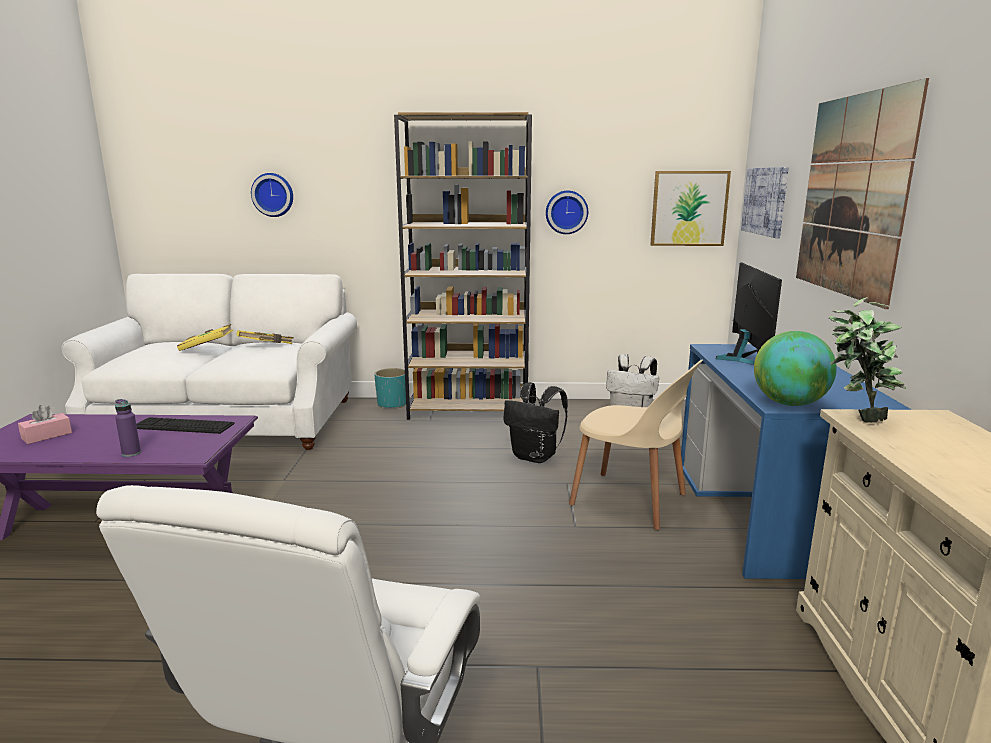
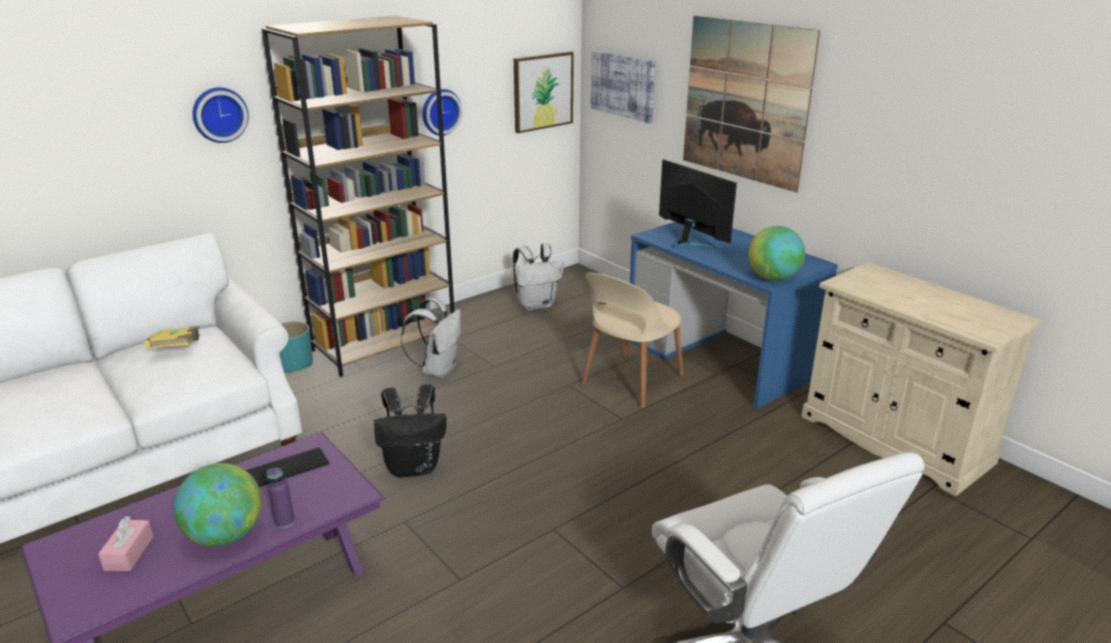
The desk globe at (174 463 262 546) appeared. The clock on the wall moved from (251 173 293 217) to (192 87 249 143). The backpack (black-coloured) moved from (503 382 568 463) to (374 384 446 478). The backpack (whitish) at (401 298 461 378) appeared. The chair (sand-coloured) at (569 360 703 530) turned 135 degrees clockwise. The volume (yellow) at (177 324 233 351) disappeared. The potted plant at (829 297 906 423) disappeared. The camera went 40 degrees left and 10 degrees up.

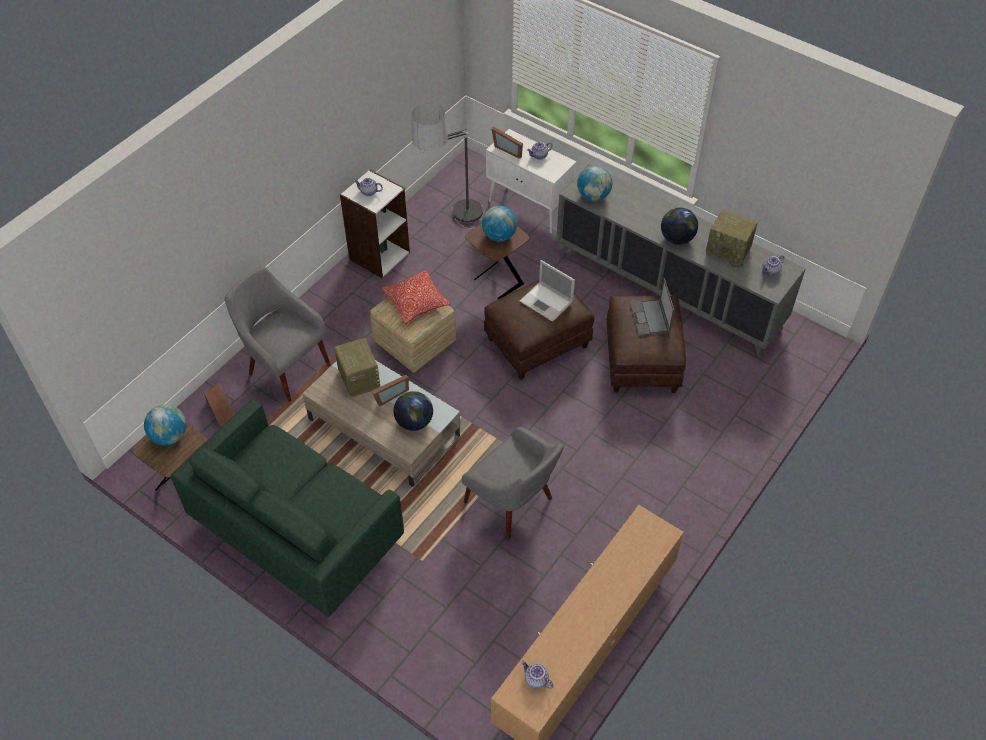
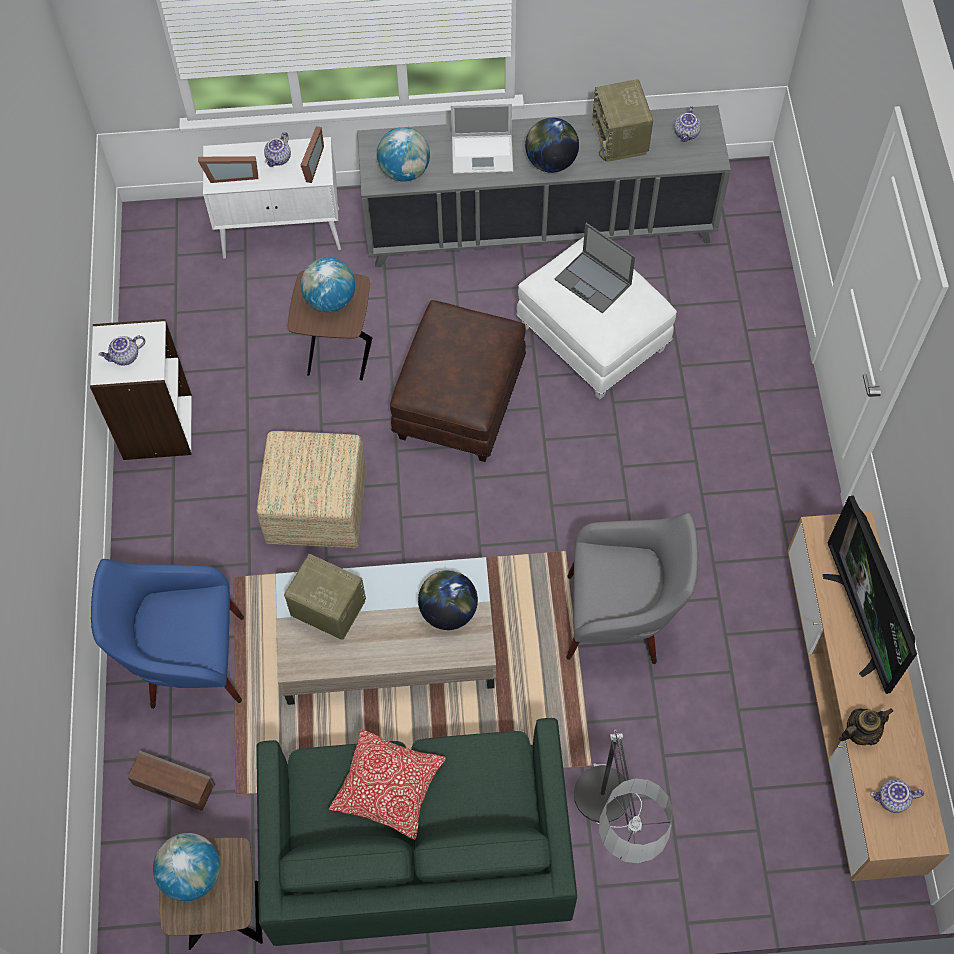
The easy chair (greyish) at (225 267 331 402) became the easy chair (blue) at (91 559 244 709). The picture frame moved from (371 375 409 406) to (301 126 324 183). The pillow moved from (381 270 450 324) to (328 729 446 840). The laptop moved from (520 260 575 322) to (451 102 513 174). The pouffe (brown) at (606 295 686 393) became the pouffe (whitish) at (516 237 677 399). The standard lamp moved from (412 103 483 229) to (574 729 673 863). The radio receiver at (706 210 758 267) turned 90 degrees clockwise. The TV at (823 495 917 694) appeared. The teapot at (839 708 893 745) appeared. The camera went 40 degrees left and 10 degrees up.

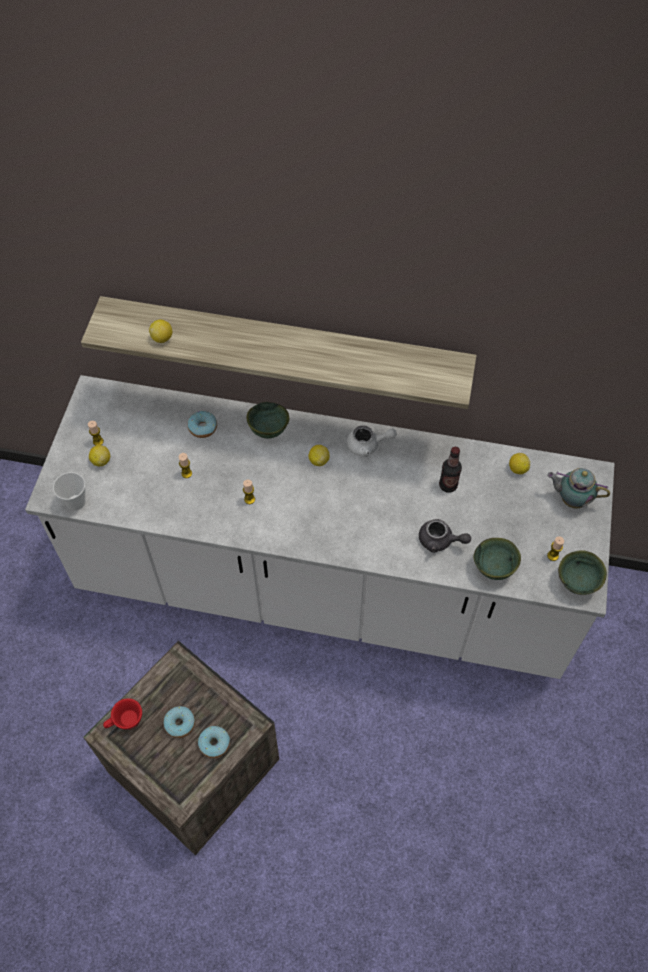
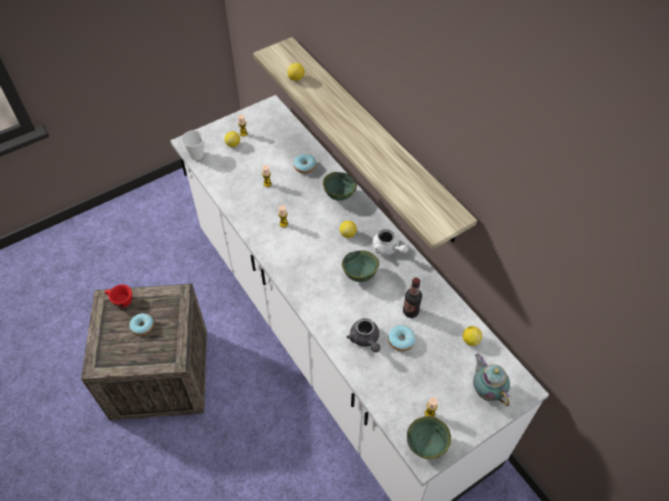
The deep dish (green-coloured) moved from (474 538 521 580) to (342 250 379 282). The donut moved from (198 726 230 758) to (388 325 416 351). The camera went 45 degrees right and 5 degrees down.

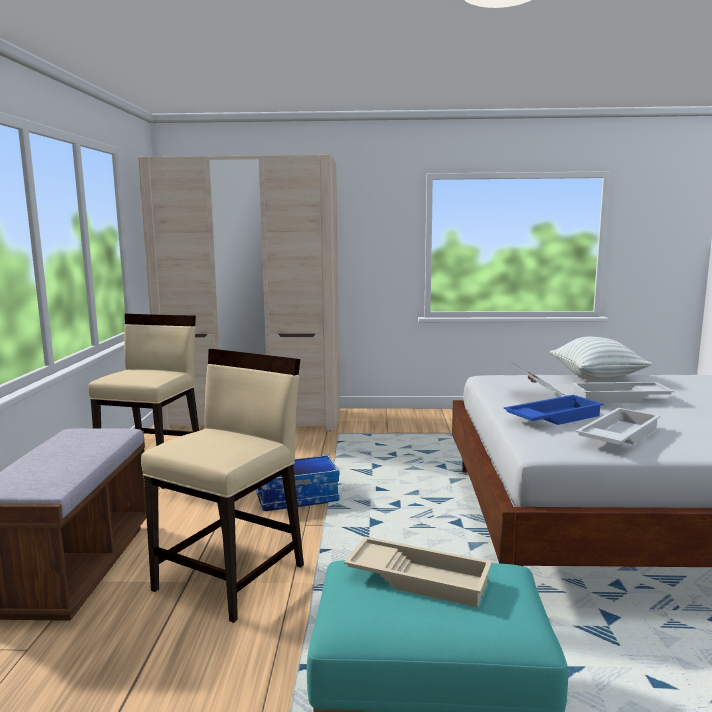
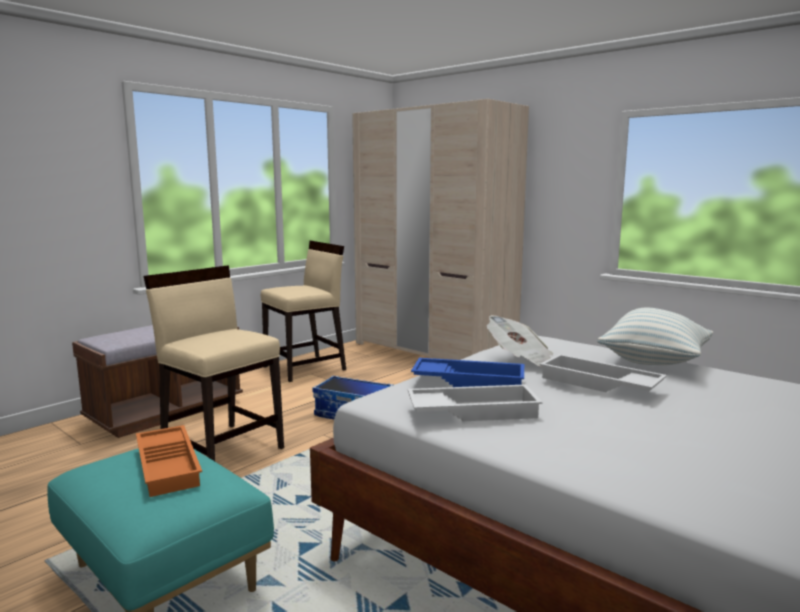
The serving tray (sand-coloured) at (344 537 492 607) became the serving tray (orange-coloured) at (136 425 202 497). The chair (sand-coloured) at (141 349 304 623) turned 120 degrees counterclockwise. The camera went 40 degrees right and 0 degrees up.

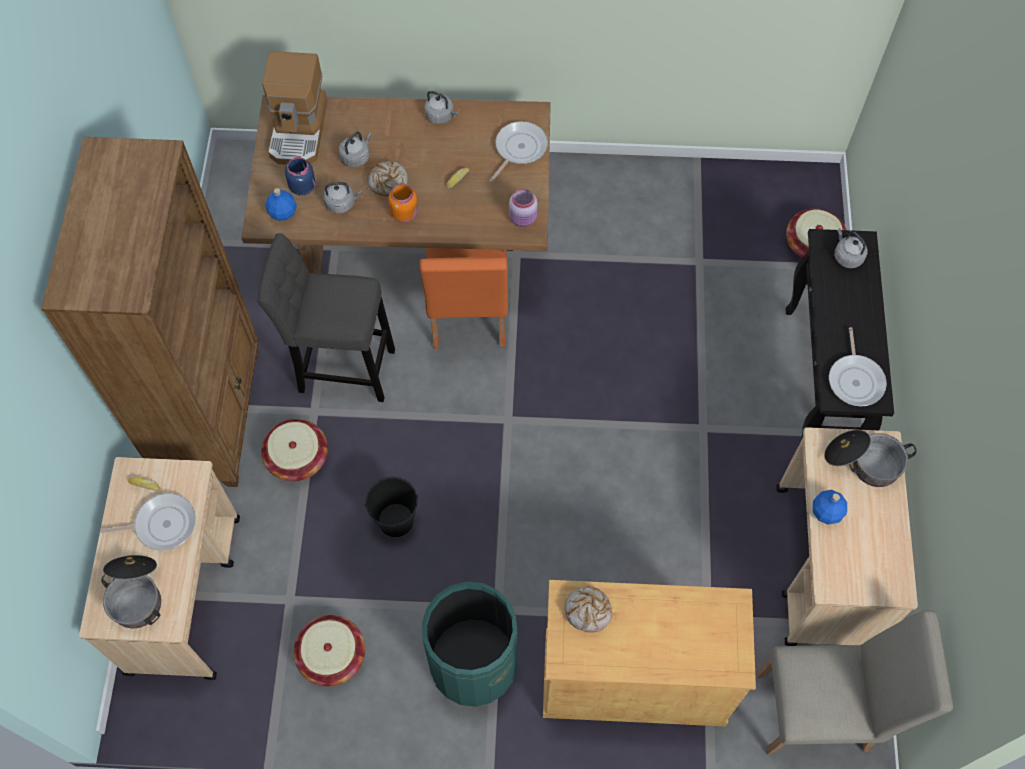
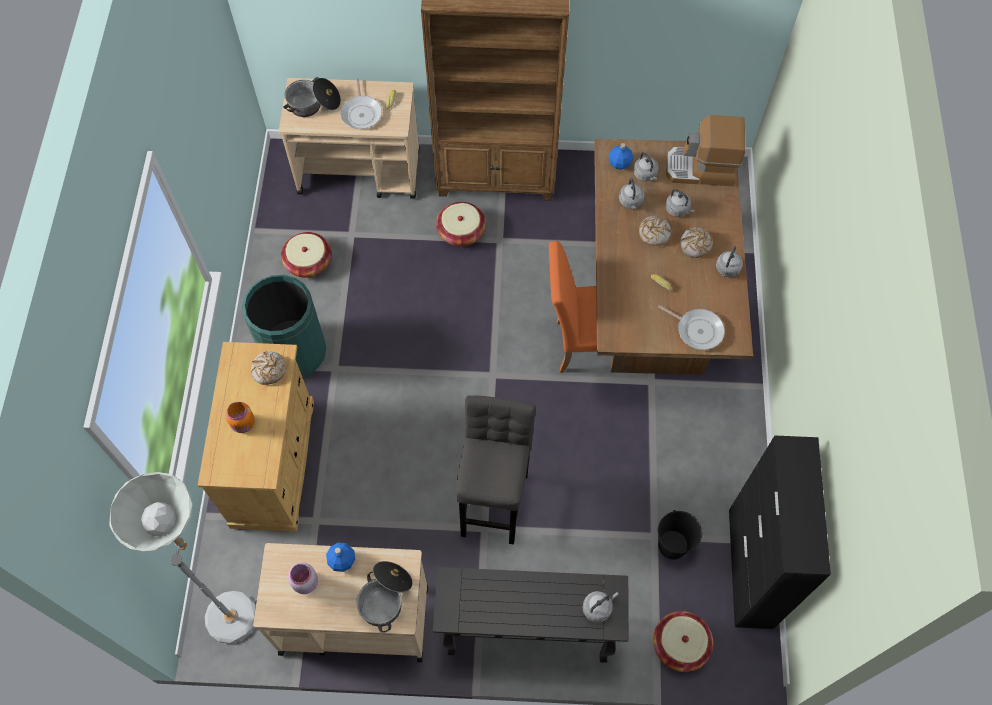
The chair (sand-coloured) at (758 610 953 755) was replaced by the standard lamp (greyish) at (109 472 256 644). The jar (orange-coloured) moved from (388 184 418 222) to (225 402 255 433). The jar (pinkish) moved from (509 188 538 227) to (288 562 318 594). The sitting stool (greyish) moved from (257 233 395 402) to (456 395 536 544). The jar (blue) at (285 157 316 196) was replaced by the water kettle (greyish) at (633 152 658 182). The water bucket (black-coloured) moved from (365 477 418 537) to (658 510 702 560). The bakery bread at (680 227 713 258) appeared. The storage cabinet (black-coloured) at (729 435 831 629) appeared. The frying pan at (829 327 887 406) disappeared. The camera went 90 degrees right and 0 degrees up.

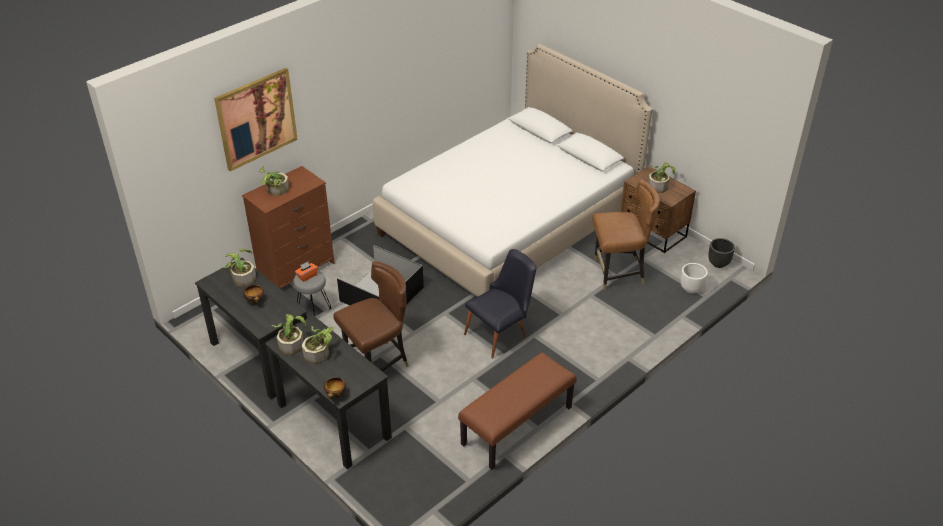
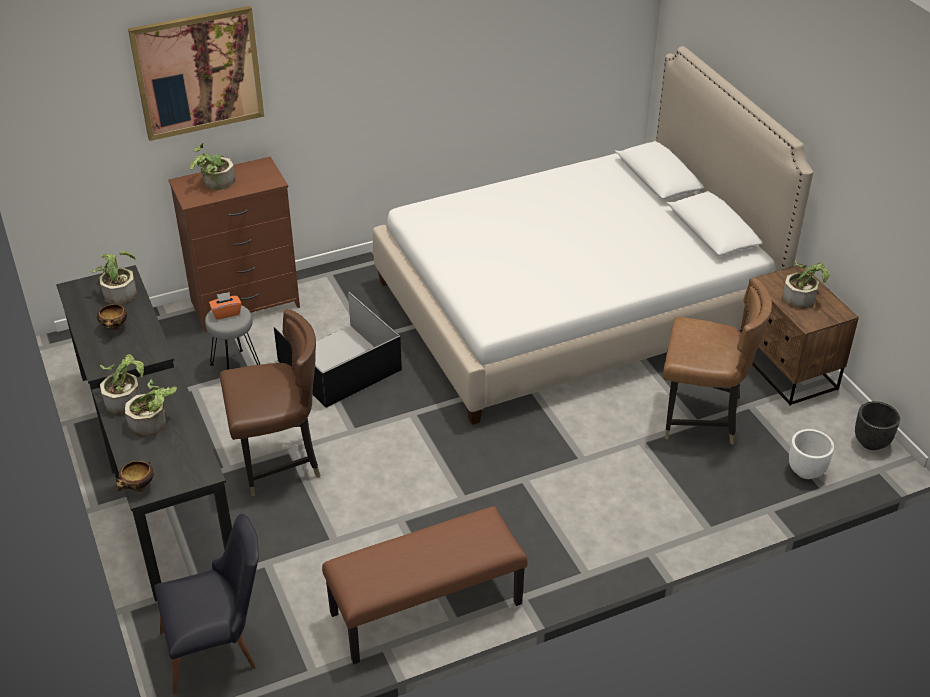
The chair (black-coloured) moved from (464 249 536 358) to (154 514 259 694). The camera went 20 degrees right and 0 degrees up.

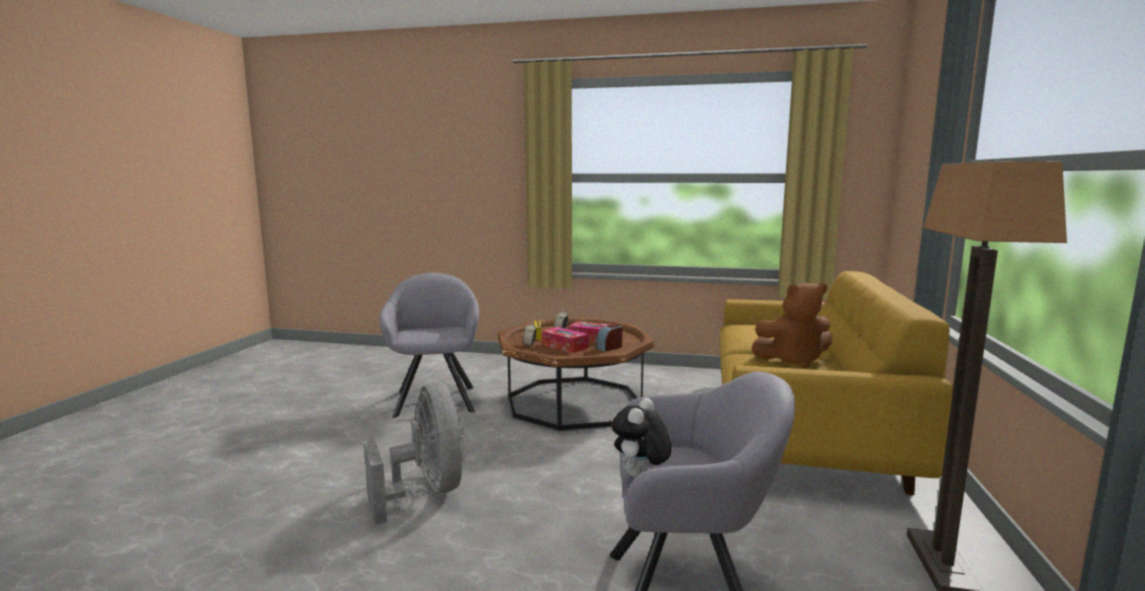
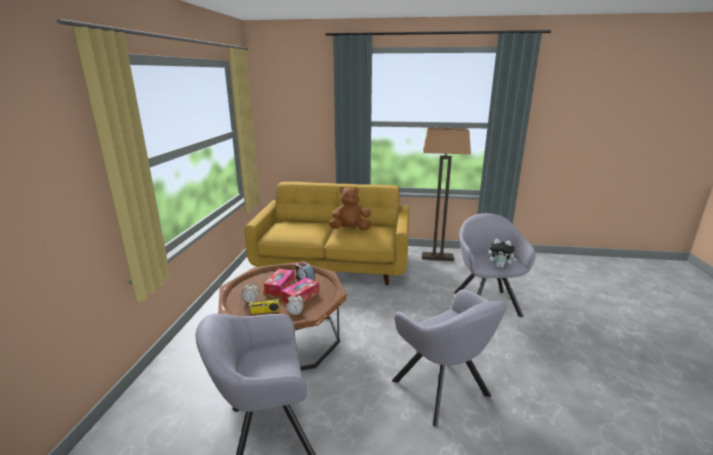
The plush toy (brown) at (751 283 833 368) turned 90 degrees counterclockwise. The fan (greyish) at (364 382 465 524) was replaced by the easy chair (greyish) at (392 289 507 427). The camera went 95 degrees left and 10 degrees up.

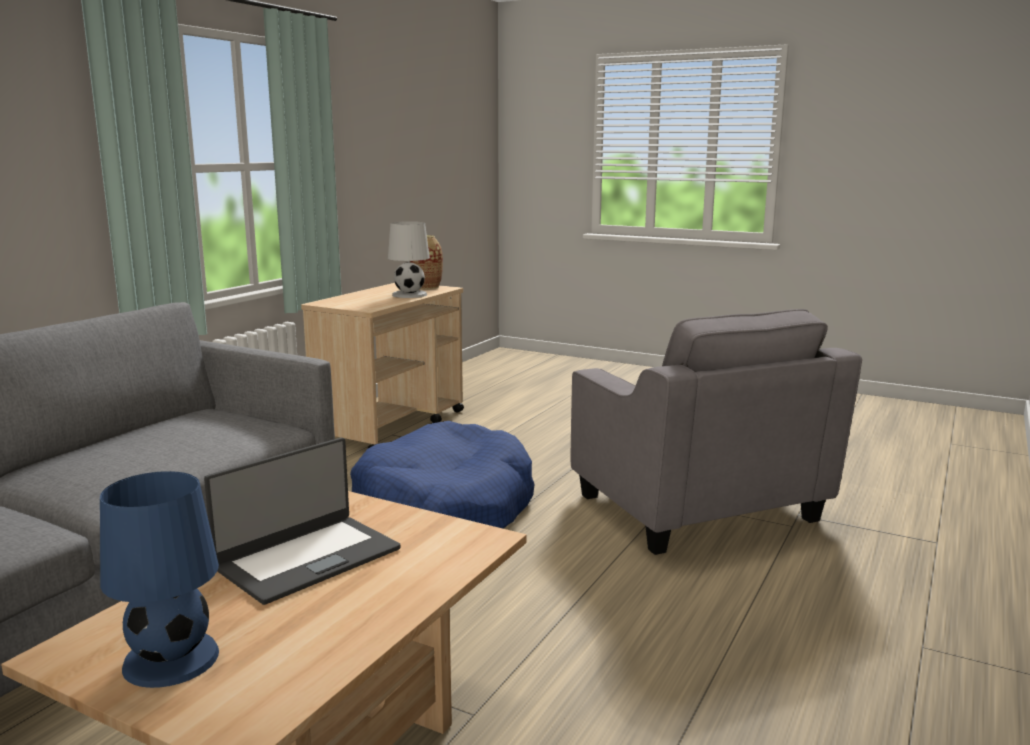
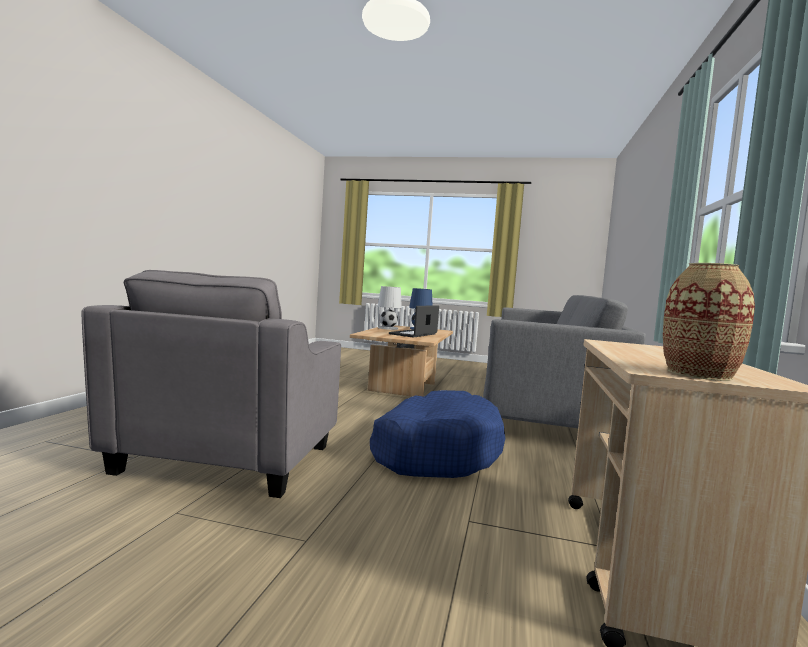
The easy chair (greyish) at (571 309 862 555) turned 135 degrees counterclockwise. The tabletop lamp (whitish) moved from (388 221 430 298) to (378 286 402 330). The camera went 165 degrees right and 10 degrees down.

